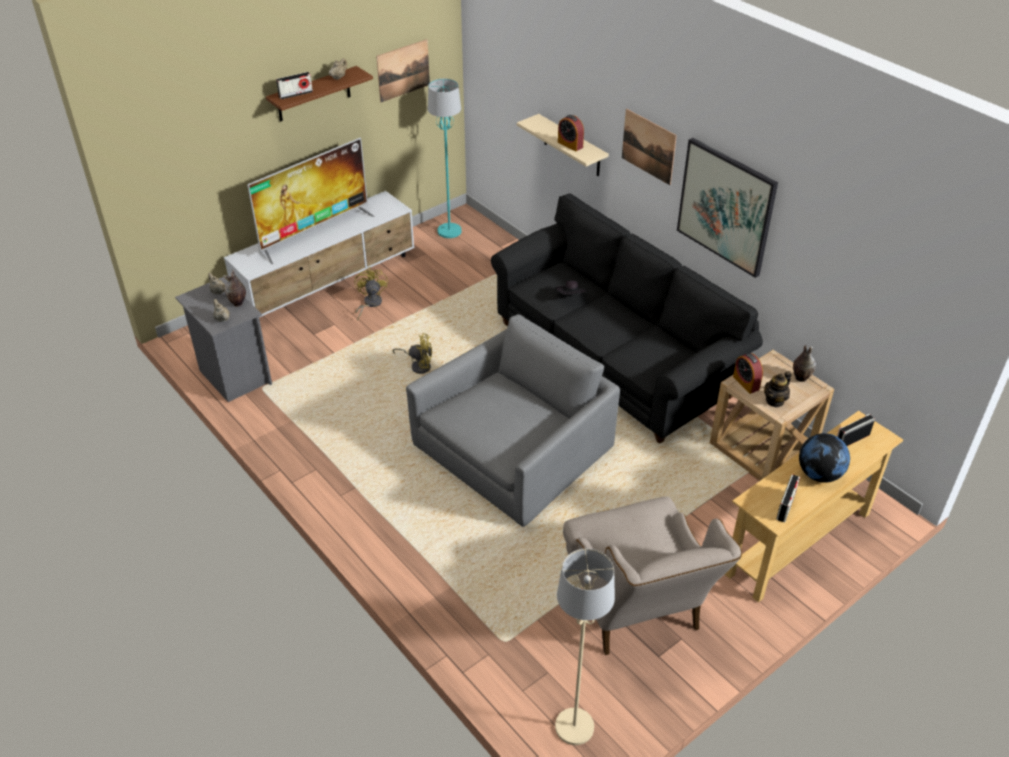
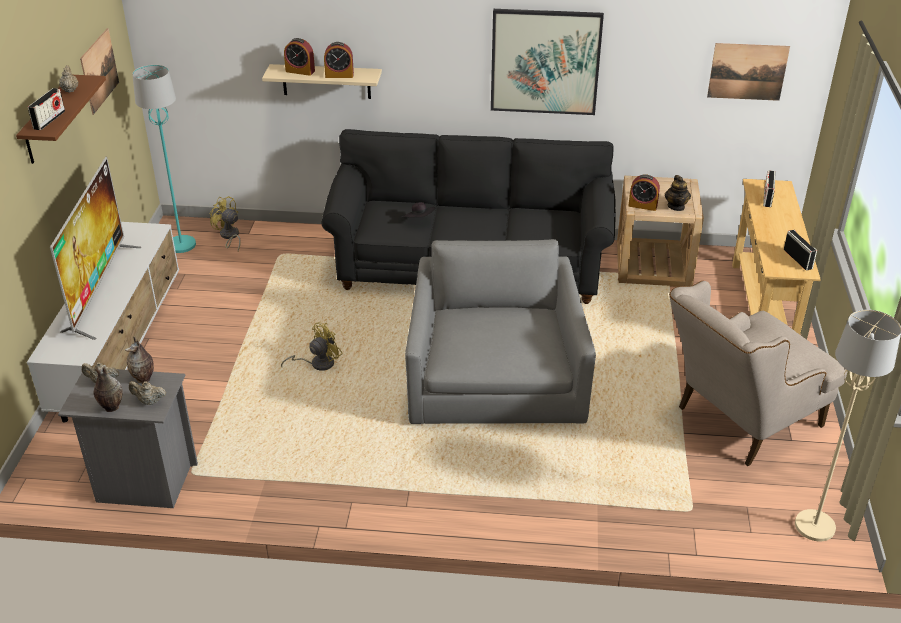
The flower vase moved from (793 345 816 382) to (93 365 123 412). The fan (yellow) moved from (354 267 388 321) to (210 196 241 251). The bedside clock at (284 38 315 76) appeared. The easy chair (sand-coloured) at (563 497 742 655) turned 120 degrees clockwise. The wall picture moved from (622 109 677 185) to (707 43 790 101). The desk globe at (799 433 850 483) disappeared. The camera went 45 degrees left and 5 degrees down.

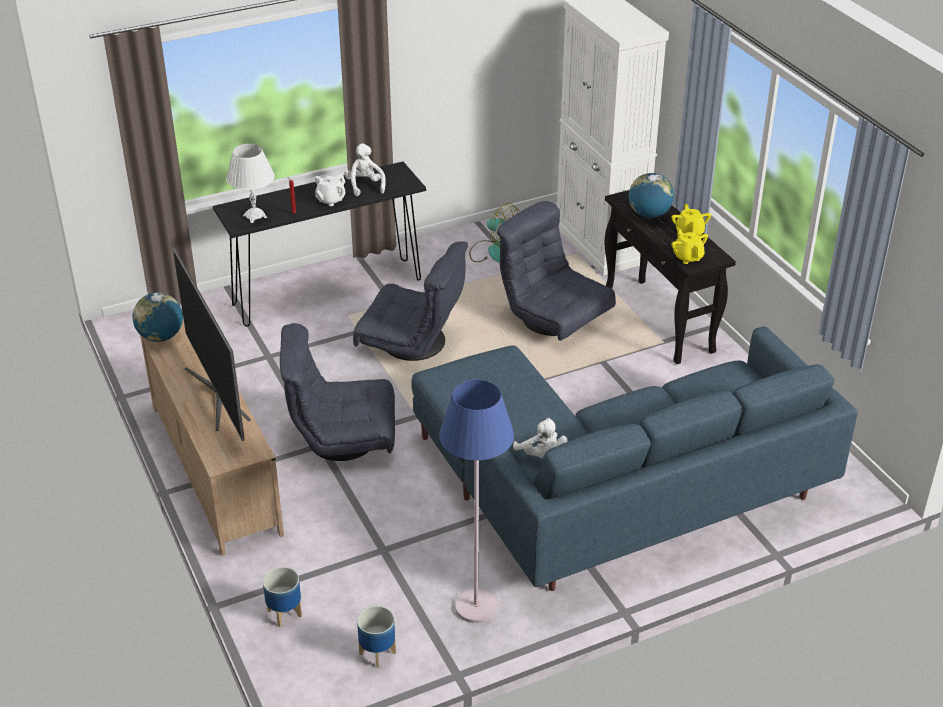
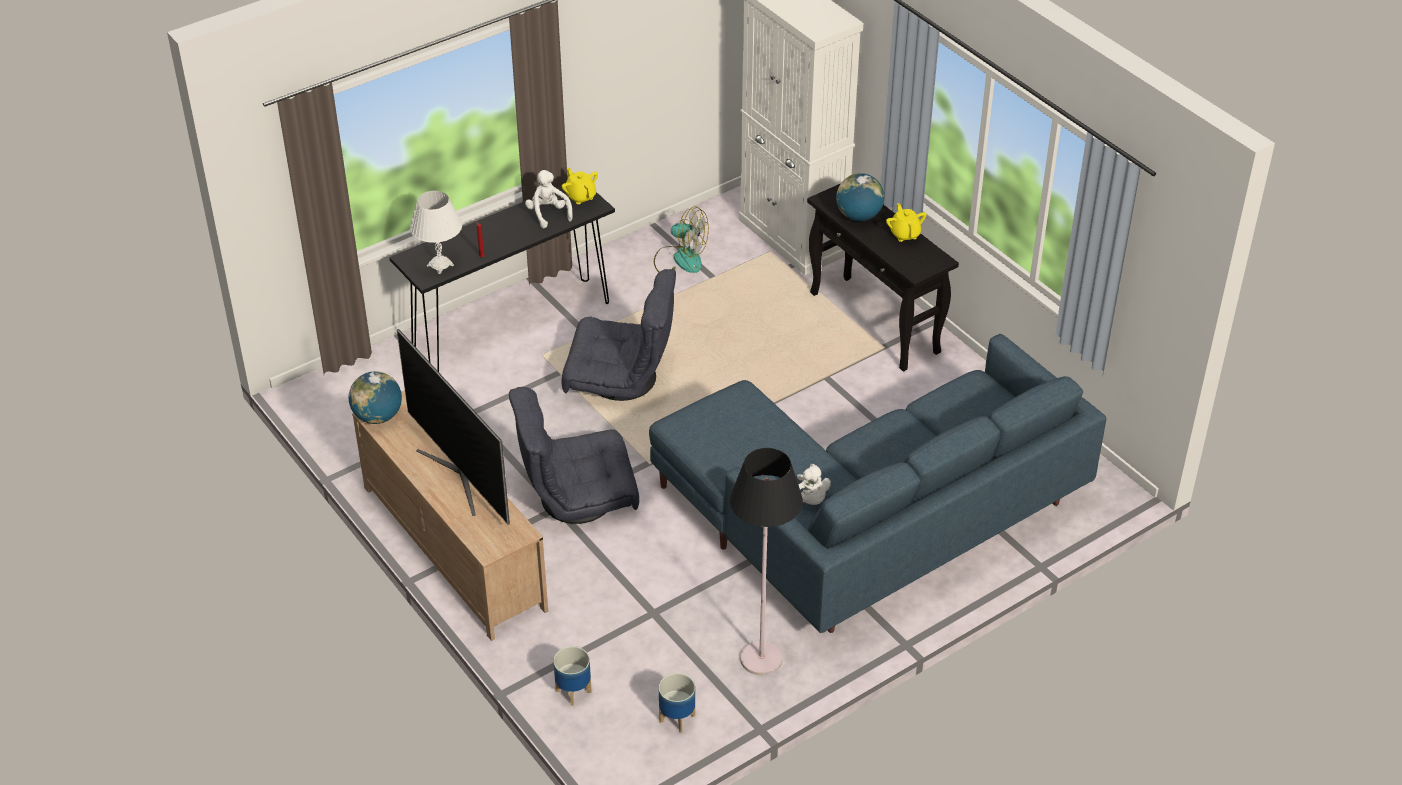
The teapot (yellow) moved from (672 228 708 264) to (562 168 598 204). The standard lamp (blue) at (439 379 514 623) became the standard lamp (black-coloured) at (730 448 803 675). The teapot (whitish) at (315 174 345 206) disappeared. The easy chair (greyish) at (497 201 616 341) disappeared. The camera went 10 degrees left and 5 degrees up.

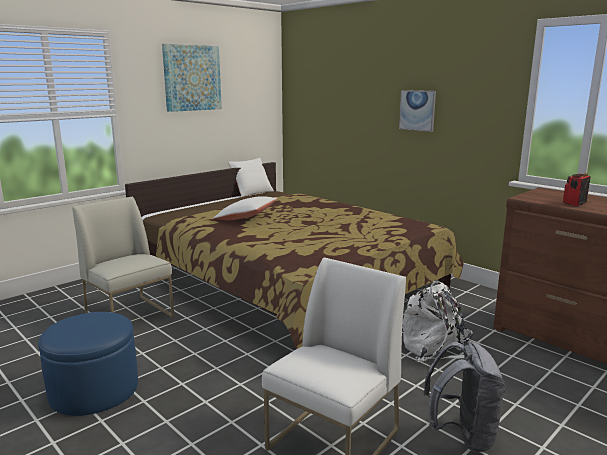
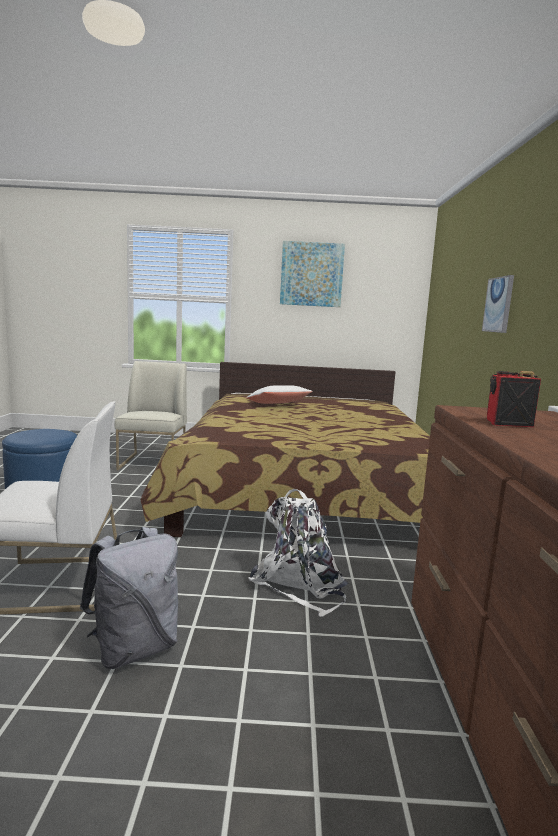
The pillow (whitish) at (228 158 274 197) disappeared. The camera went 45 degrees right and 5 degrees down.

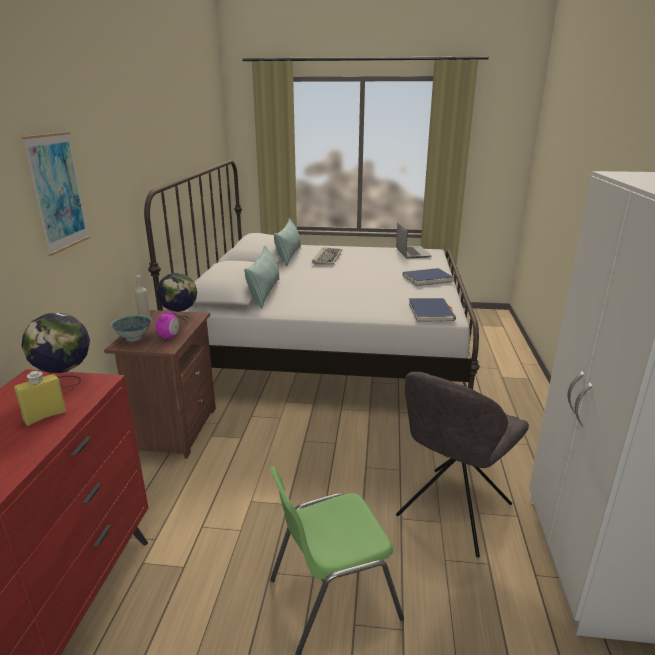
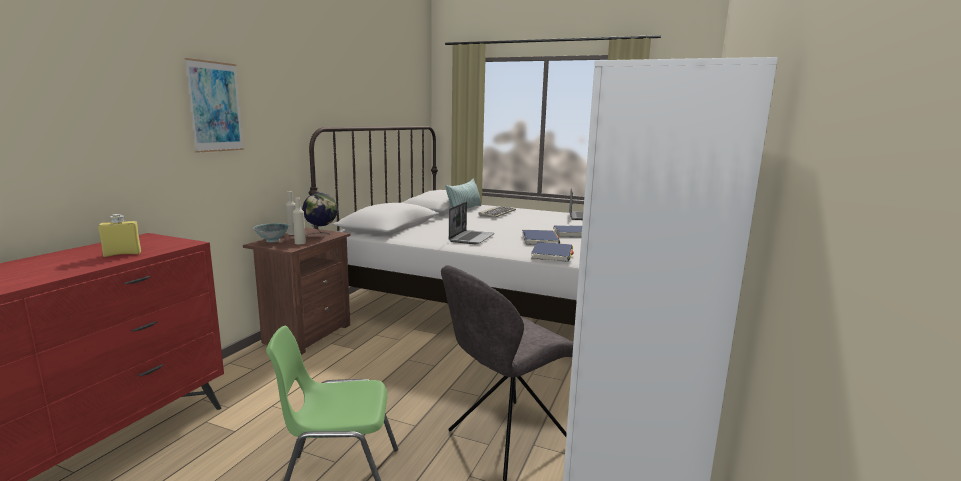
The bedside clock at (156 311 179 340) was replaced by the bottle (sand-coloured) at (293 198 306 244). The laptop at (449 202 494 244) appeared. The volume (blue) at (522 230 560 245) appeared. The desk globe at (21 313 90 388) disappeared. The pillow at (244 245 279 308) disappeared. The camera went 15 degrees right and 10 degrees down.

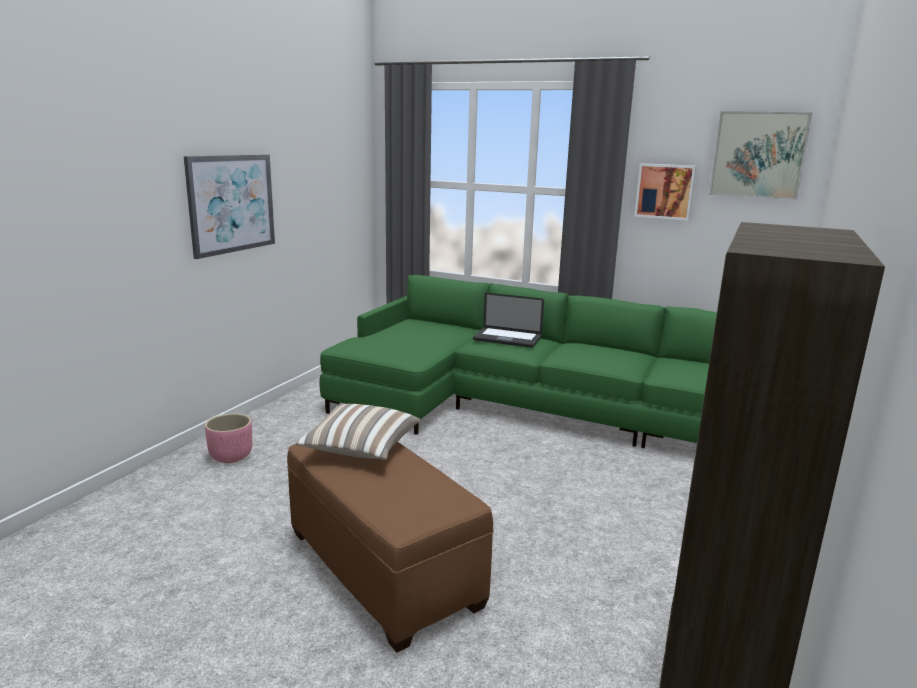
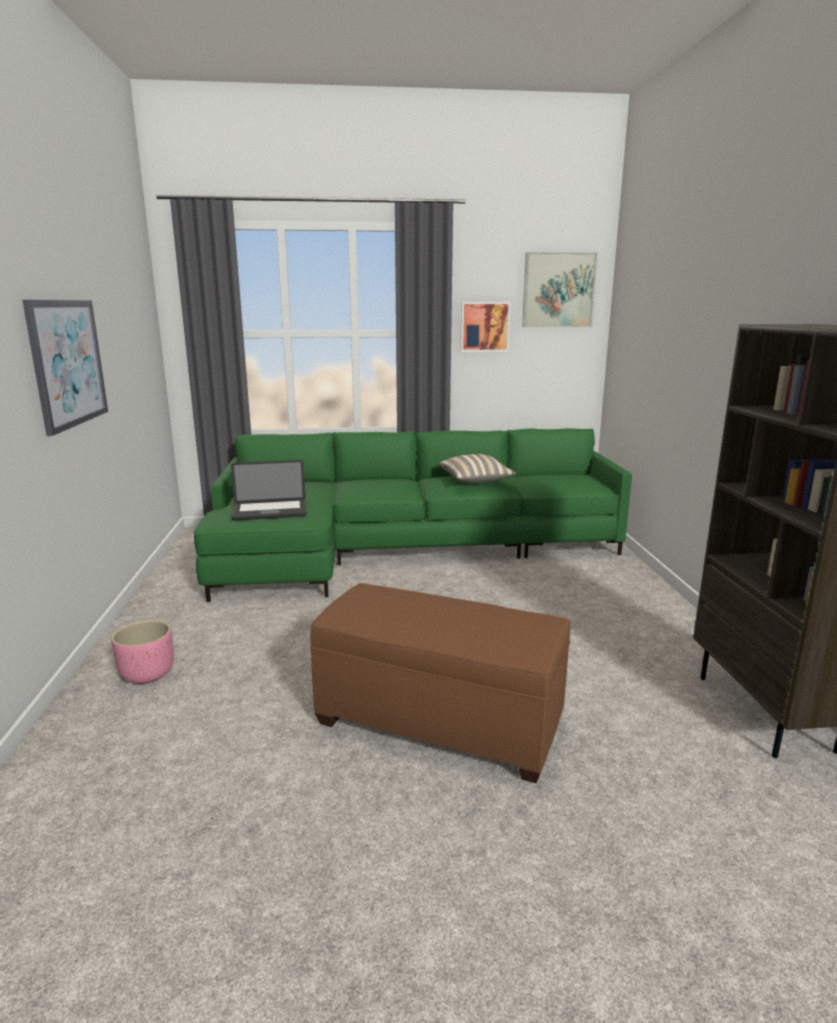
The laptop moved from (473 293 544 348) to (231 460 307 520). The pillow moved from (296 404 420 460) to (439 454 516 483). The camera went 30 degrees left and 0 degrees up.

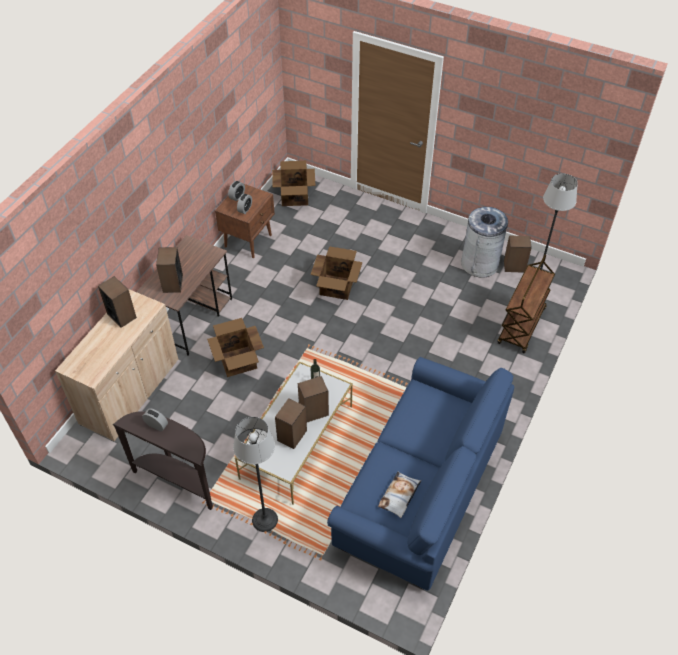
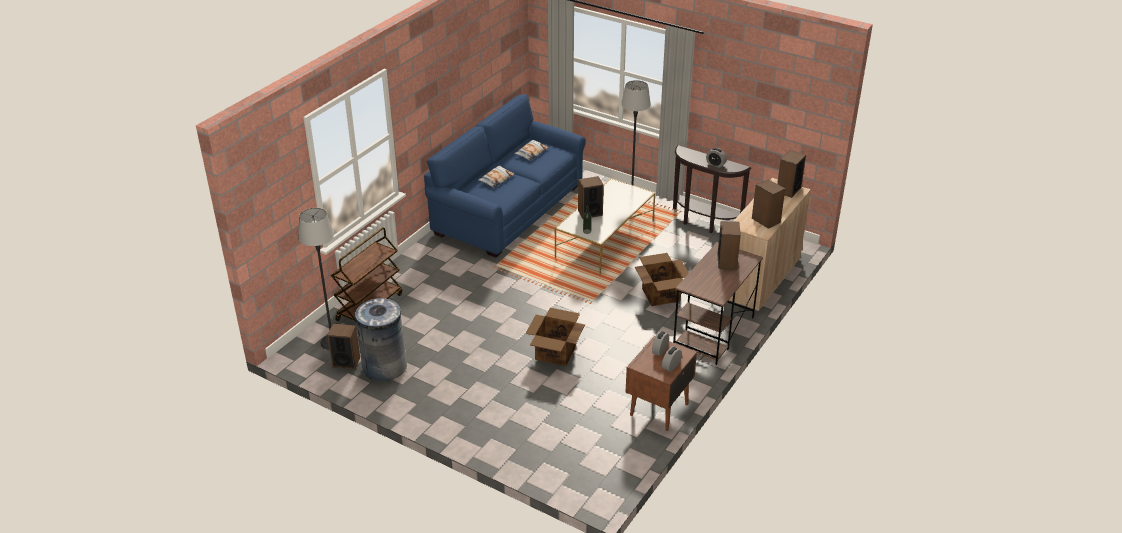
The pillow at (478 165 514 188) appeared. The audio speaker moved from (275 398 307 449) to (777 150 806 198). The cardboard box at (272 161 316 206) disappeared. The camera went 175 degrees left and 15 degrees down.

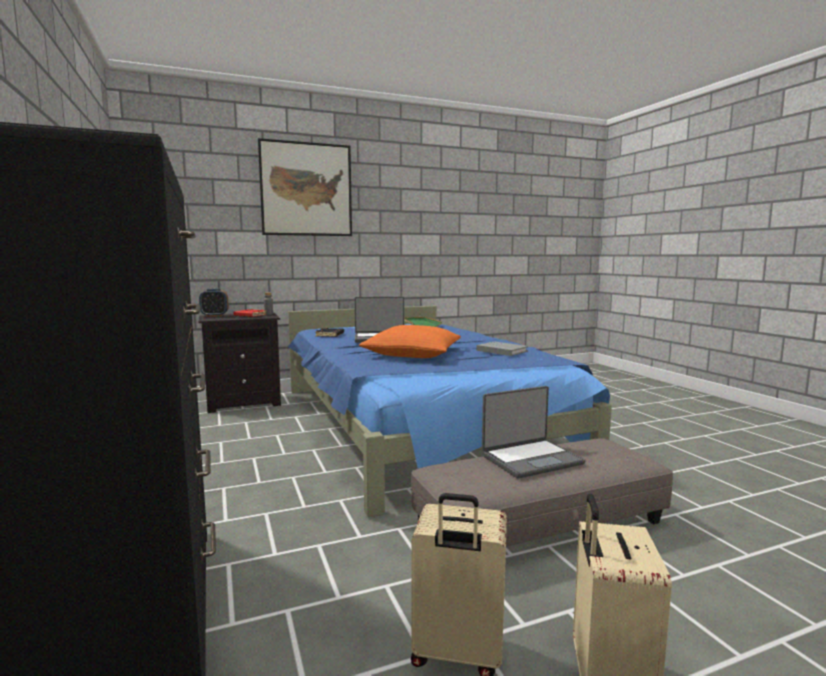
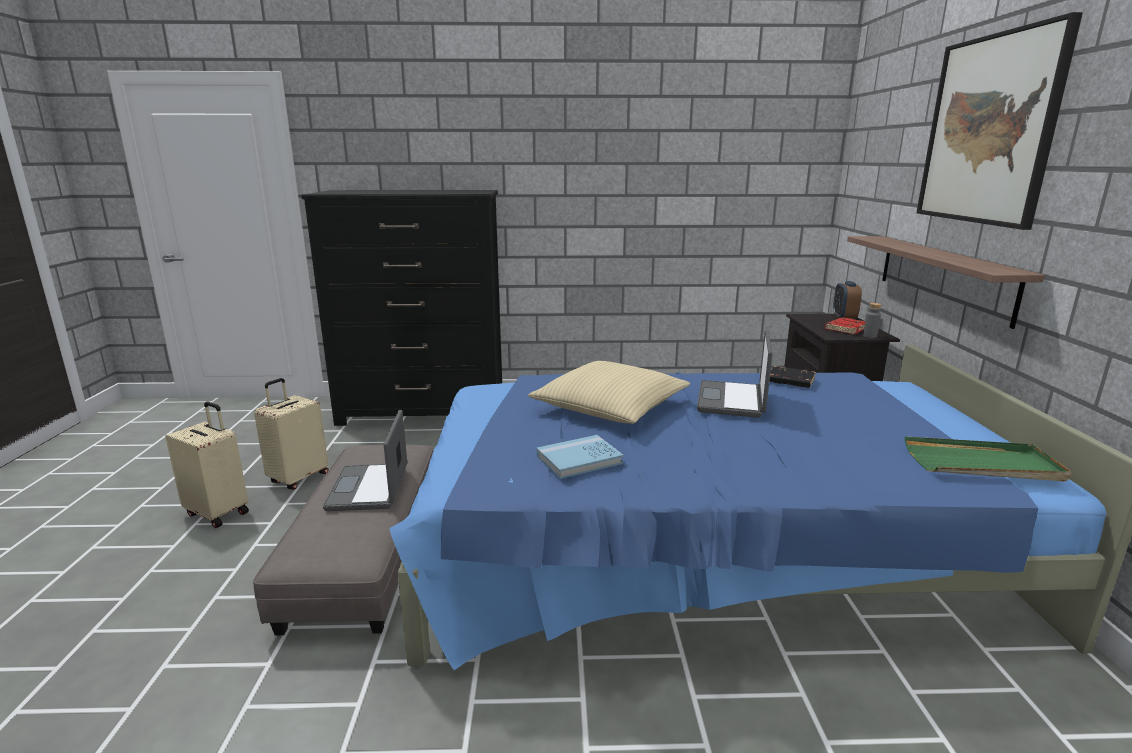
The pillow (orange-coloured) at (359 325 461 358) became the pillow (sand-coloured) at (528 361 690 424). The volume (greyish) at (477 341 528 356) became the volume (blue) at (537 435 623 479). The bracket shelf at (847 236 1045 329) appeared. The camera went 110 degrees right and 10 degrees up.

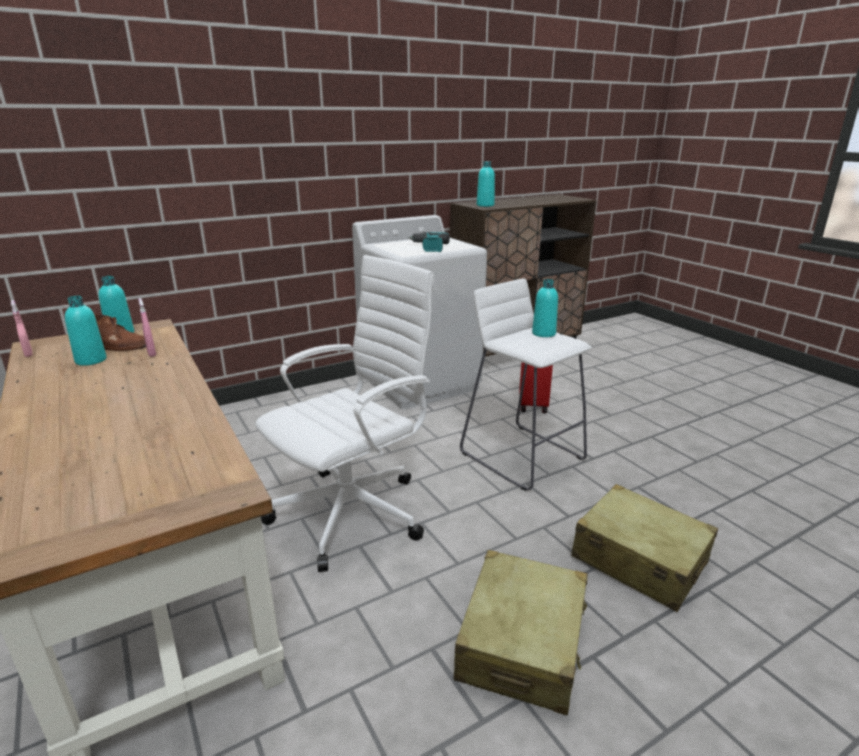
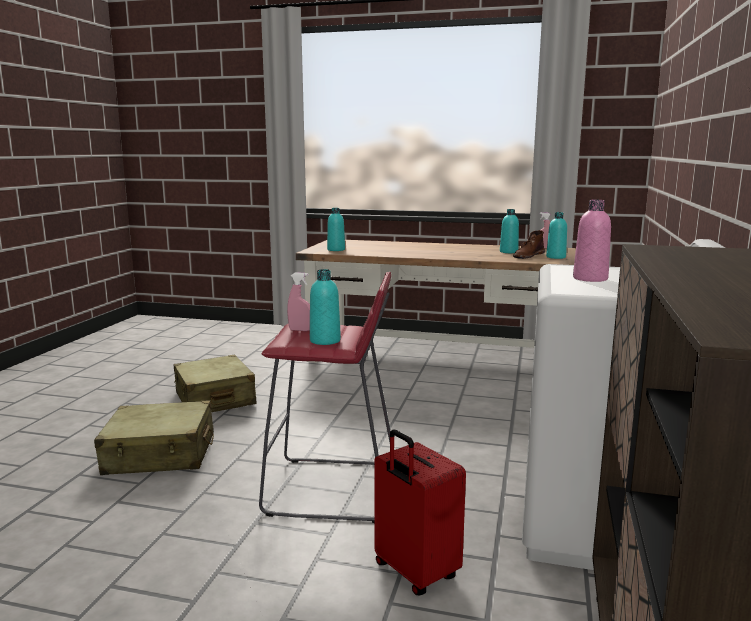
The sitting stool (whitish) at (460 278 592 491) became the sitting stool (reddish) at (259 272 391 523). The sprayer (pinkish) moved from (138 298 156 357) to (287 272 310 331). The bottle (turquoise) moved from (477 161 495 207) to (327 208 345 251). The power drill at (408 232 450 252) was replaced by the bottle (pinkish) at (573 200 611 282). The computer chair (whitish) at (255 255 435 572) disappeared. The camera went 135 degrees right and 10 degrees down.

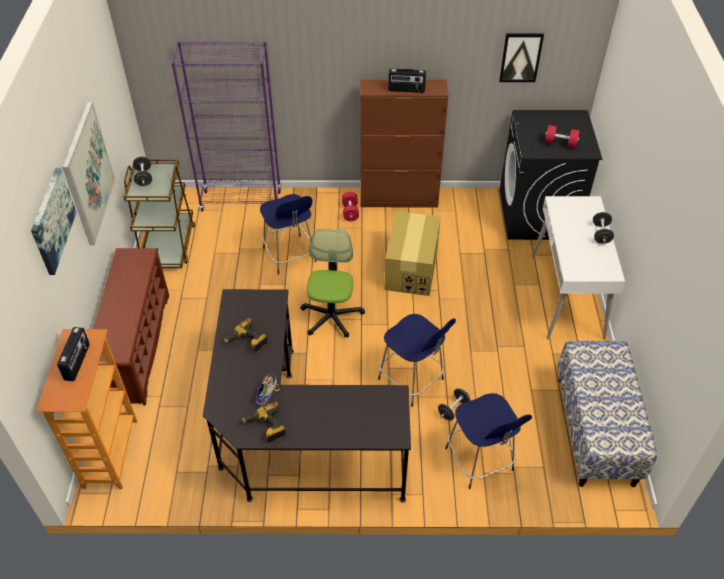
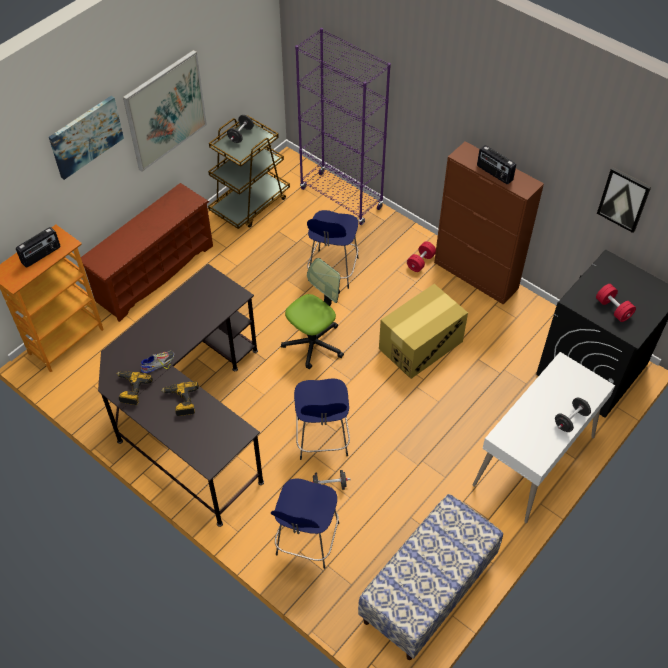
The power drill moved from (224 318 268 353) to (161 382 199 416). The camera went 40 degrees right and 5 degrees up.

